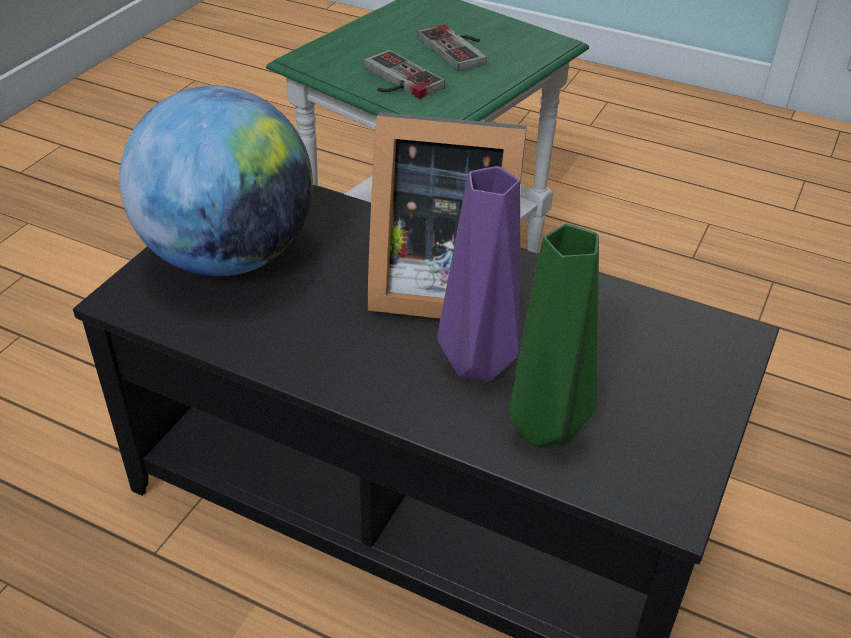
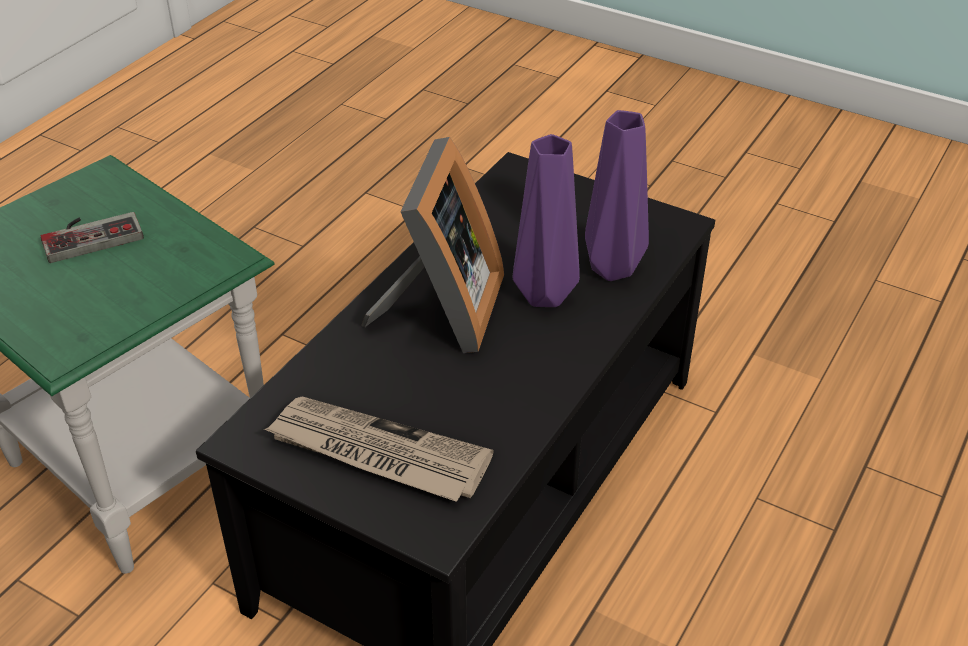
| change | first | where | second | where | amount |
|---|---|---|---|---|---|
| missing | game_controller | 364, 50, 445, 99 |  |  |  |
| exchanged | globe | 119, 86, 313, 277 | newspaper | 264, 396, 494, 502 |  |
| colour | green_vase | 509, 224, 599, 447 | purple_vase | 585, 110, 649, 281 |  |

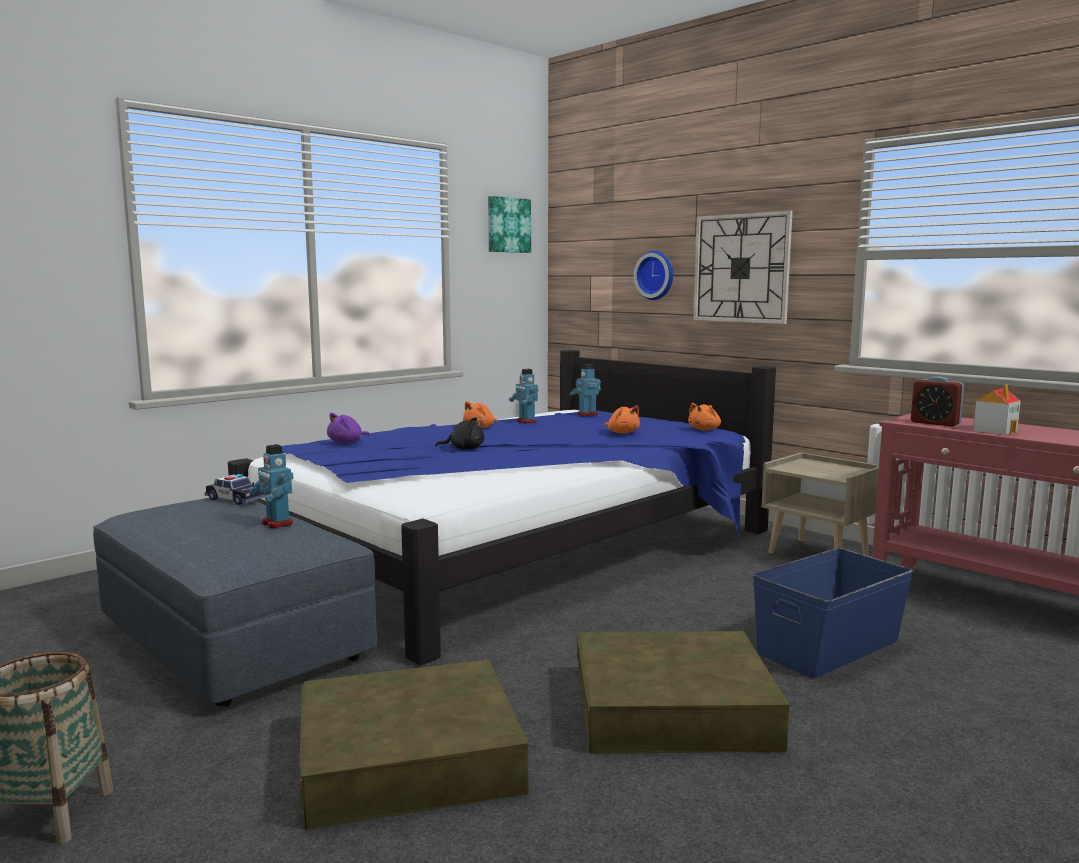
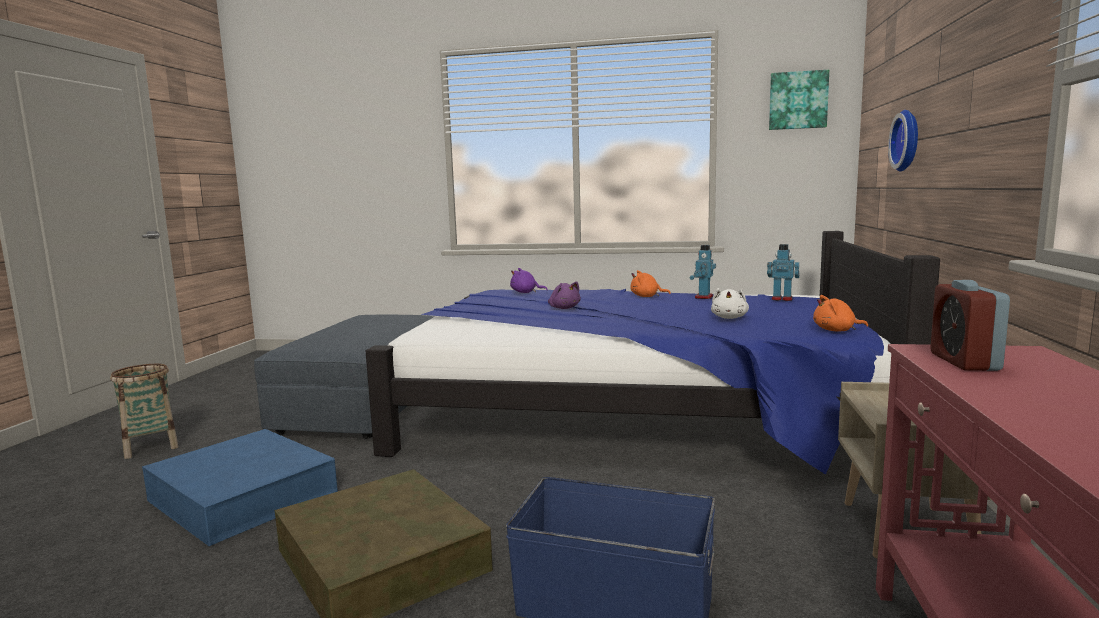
| change | first | where | second | where | amount |
|---|---|---|---|---|---|
| missing | toy_car | 205, 474, 265, 505 |  |  |  |
| missing | toy_robot | 249, 444, 294, 528 |  |  |  |
| missing | wall_clock | 693, 211, 793, 324 |  |  |  |
| missing | toy_house | 973, 384, 1021, 435 |  |  |  |
| colour | brown_storage_box | 299, 659, 529, 830 | blue_storage_box | 142, 429, 338, 546 |  |
| colour | black_plush_toy | 435, 417, 484, 450 | purple_plush_toy | 548, 282, 581, 309 |  |
| colour | orange_plush_toy | 604, 406, 640, 434 | white_plush_toy | 711, 288, 749, 319 |  |

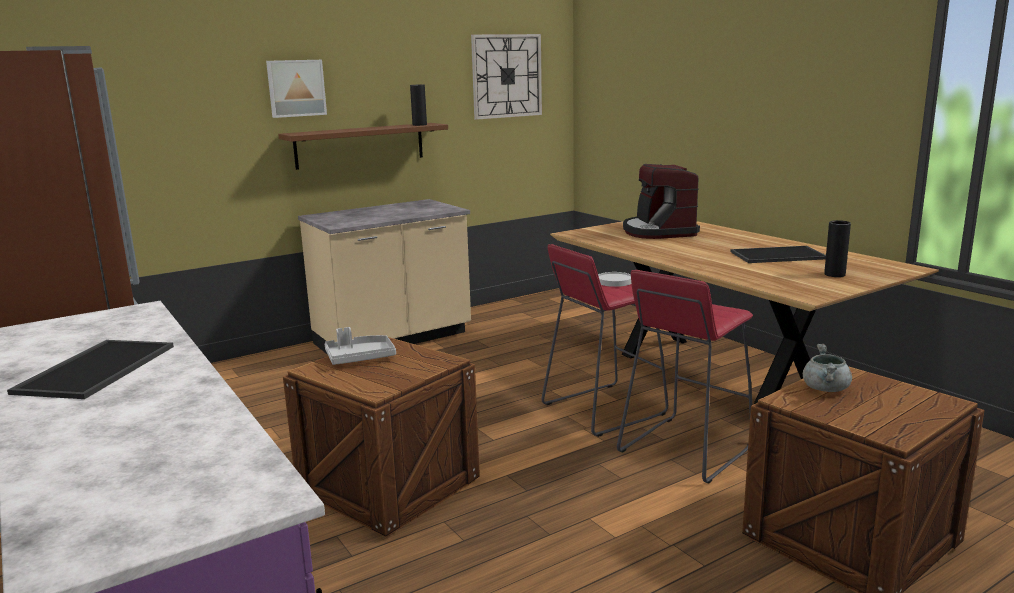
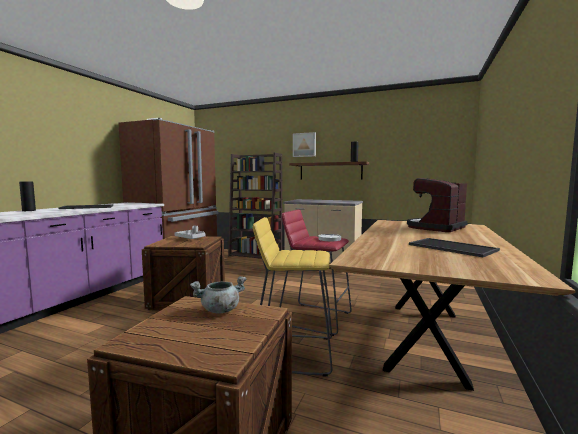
| change | first | where | second | where | amount |
|---|---|---|---|---|---|
| missing | wall_clock | 471, 34, 542, 120 |  |  |  |
| appeared |  |  | brown_bookcase | 228, 153, 282, 259 |  |
| relocated | black_vase | 824, 220, 851, 277 |  | 19, 182, 36, 211 |  |
| colour | red_stool | 617, 270, 753, 484 | yellow_stool | 253, 217, 333, 376 |  |

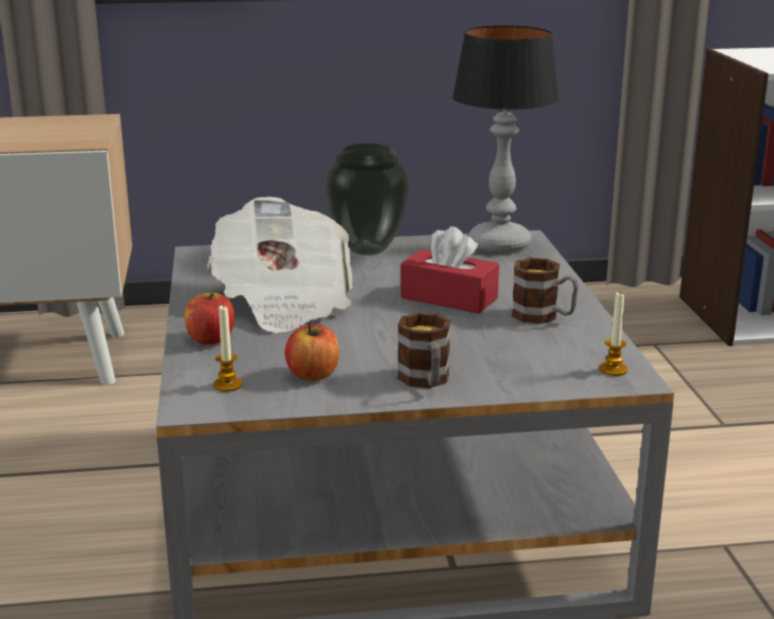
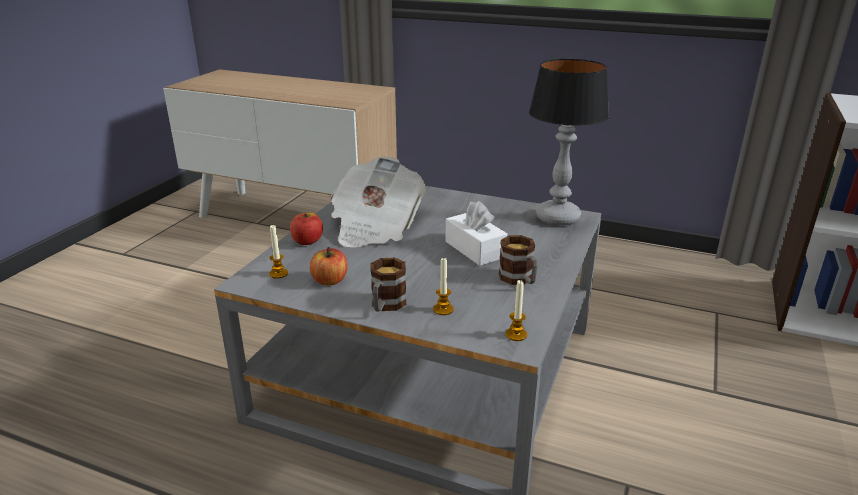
| change | first | where | second | where | amount |
|---|---|---|---|---|---|
| missing | vase | 325, 143, 409, 255 |  |  |  |
| appeared |  |  | candle | 433, 258, 453, 315 |  |
| colour | red_tissue_box | 401, 226, 499, 314 | white_tissue_box | 445, 201, 508, 266 |  |

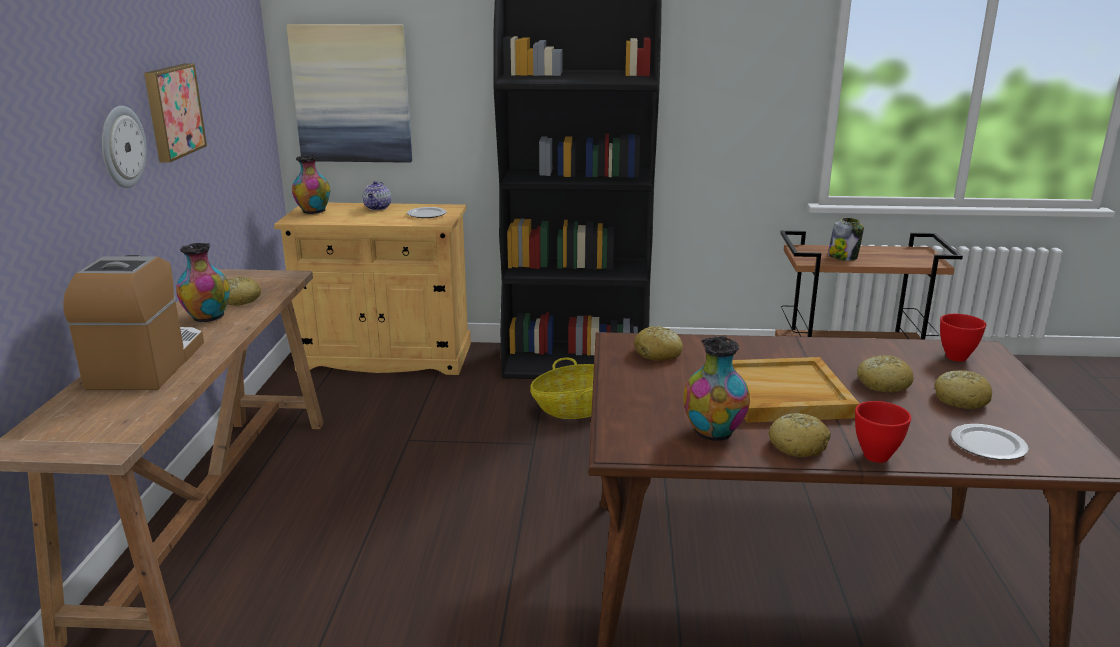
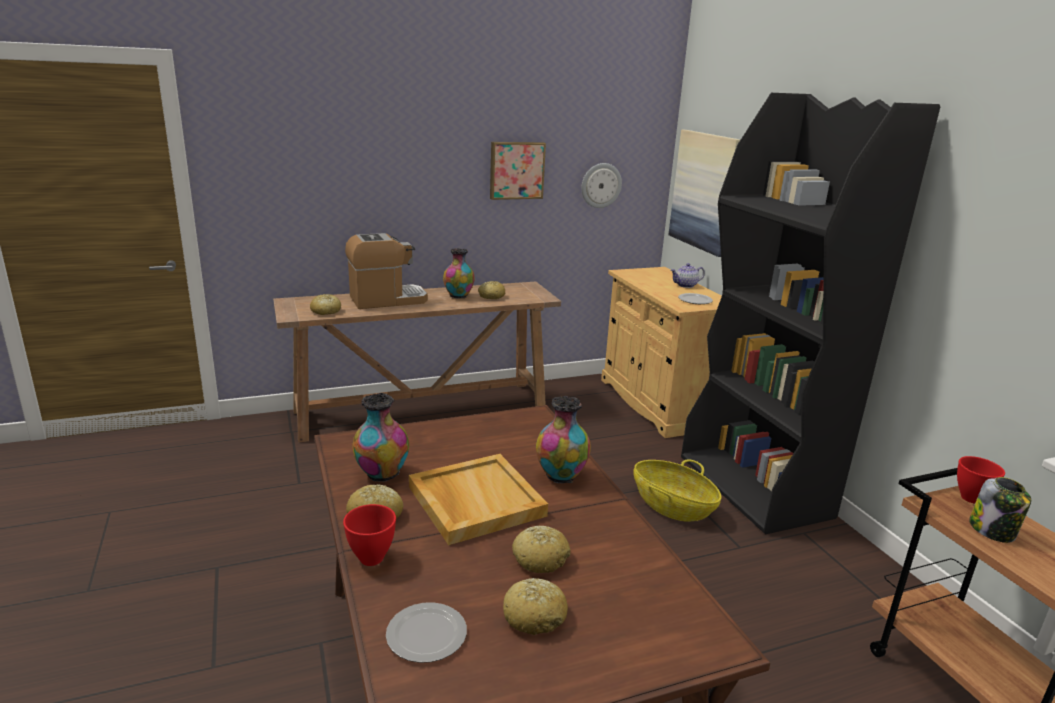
| change | first | where | second | where | amount |
|---|---|---|---|---|---|
| relocated | wall_clock | 102, 106, 147, 188 |  | 581, 163, 622, 208 |  |
| relocated | vase | 292, 155, 330, 214 |  | 536, 396, 591, 484 |  |
| relocated | bread | 633, 326, 683, 361 |  | 310, 294, 341, 315 |  |
| relocated | red_bowl | 940, 314, 986, 362 |  | 957, 456, 1005, 503 |  |

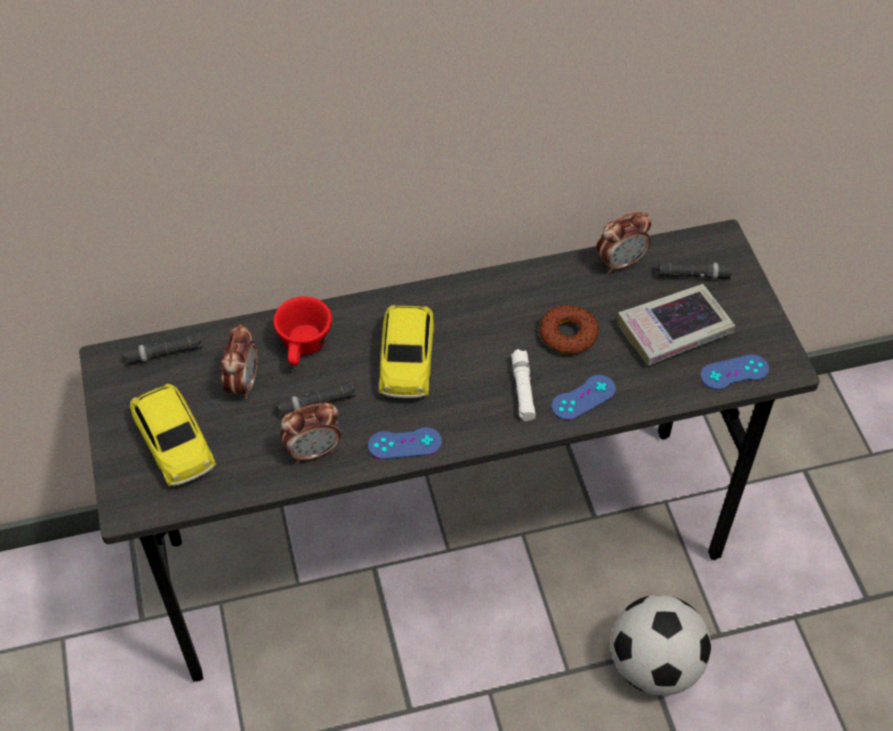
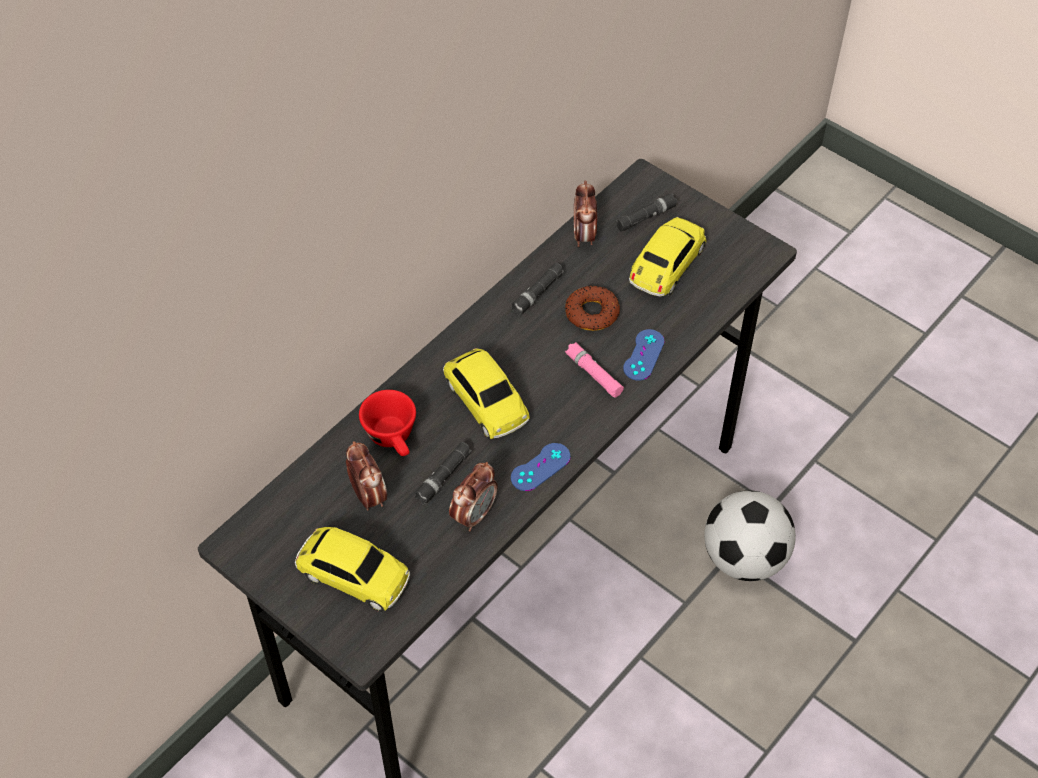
| change | first | where | second | where | amount |
|---|---|---|---|---|---|
| missing | blue_game_controller | 700, 354, 769, 390 |  |  |  |
| relocated | black_flashlight | 123, 333, 202, 365 |  | 511, 263, 564, 315 |  |
| exchanged | book | 617, 284, 735, 366 | toy_car | 629, 217, 707, 296 |  |
| colour | white_flashlight | 511, 349, 536, 421 | pink_flashlight | 565, 342, 624, 398 |  |
| spun | alarm_clock | 596, 211, 651, 273 |  | 574, 180, 597, 247 | 150 degrees clockwise |

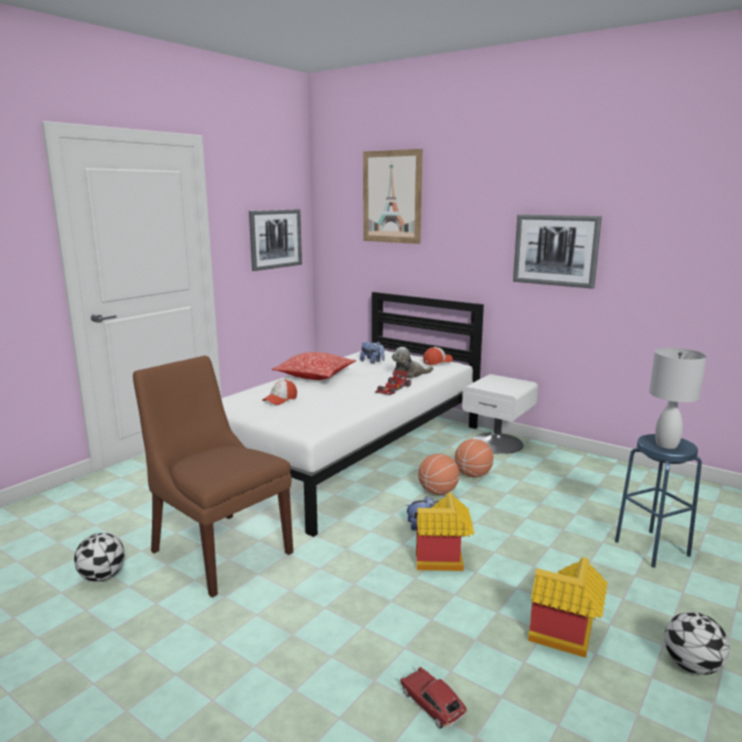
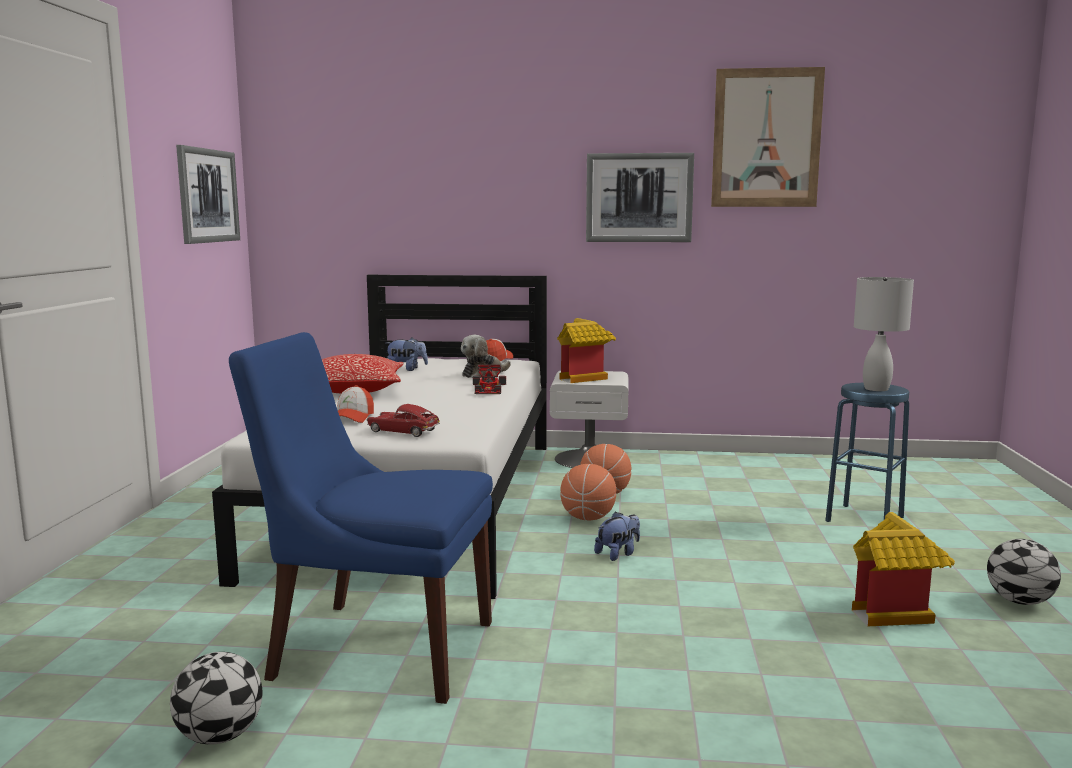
| change | first | where | second | where | amount |
|---|---|---|---|---|---|
| relocated | picture | 363, 149, 423, 244 |  | 711, 67, 825, 207 |  |
| relocated | toy_car | 400, 667, 467, 729 |  | 367, 404, 440, 437 |  |
| relocated | toy_house | 416, 493, 474, 571 |  | 557, 318, 616, 383 |  |
| colour | brown_chair | 133, 356, 293, 598 | blue_chair | 229, 332, 493, 704 |  |

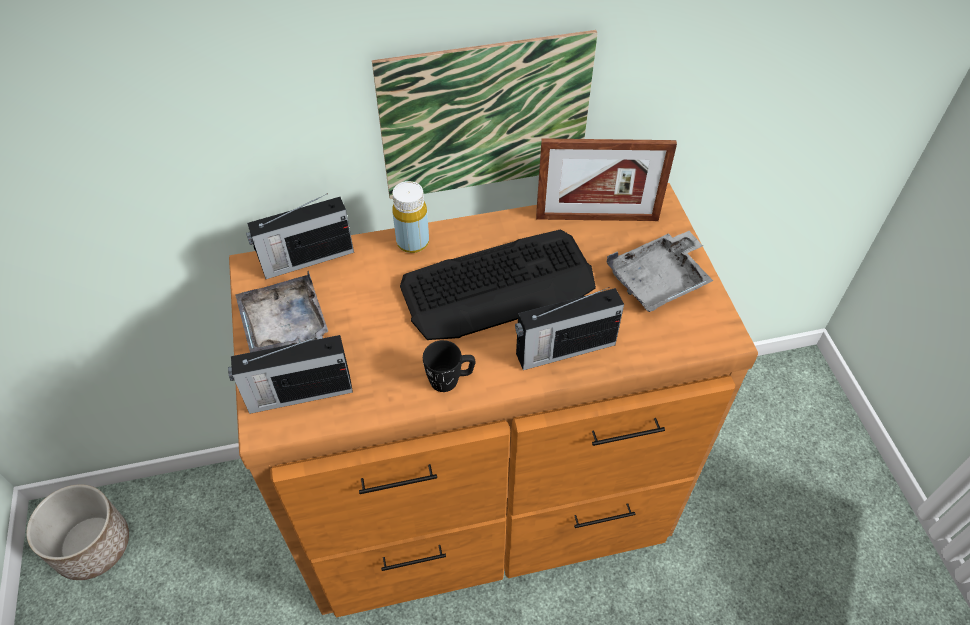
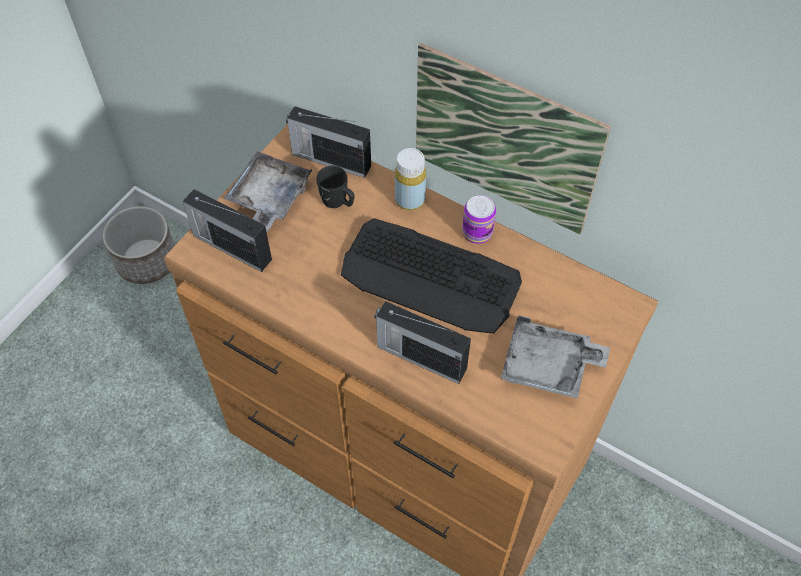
| change | first | where | second | where | amount |
|---|---|---|---|---|---|
| missing | picture_frame | 536, 138, 677, 221 |  |  |  |
| appeared |  |  | can | 462, 195, 496, 244 |  |
| relocated | black_mug | 423, 340, 475, 392 |  | 316, 165, 355, 208 |  |

